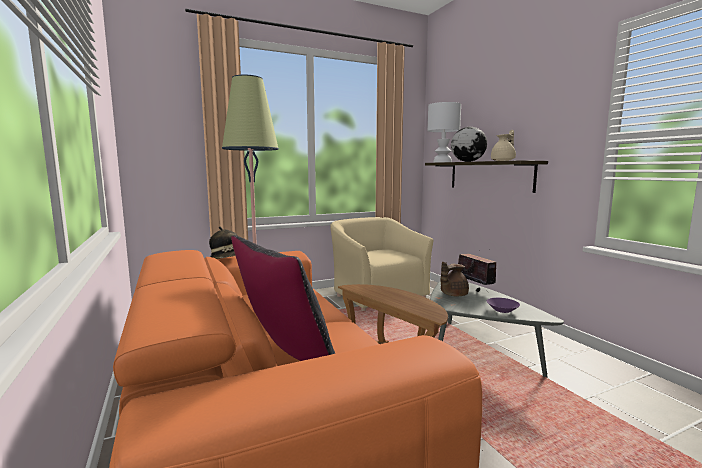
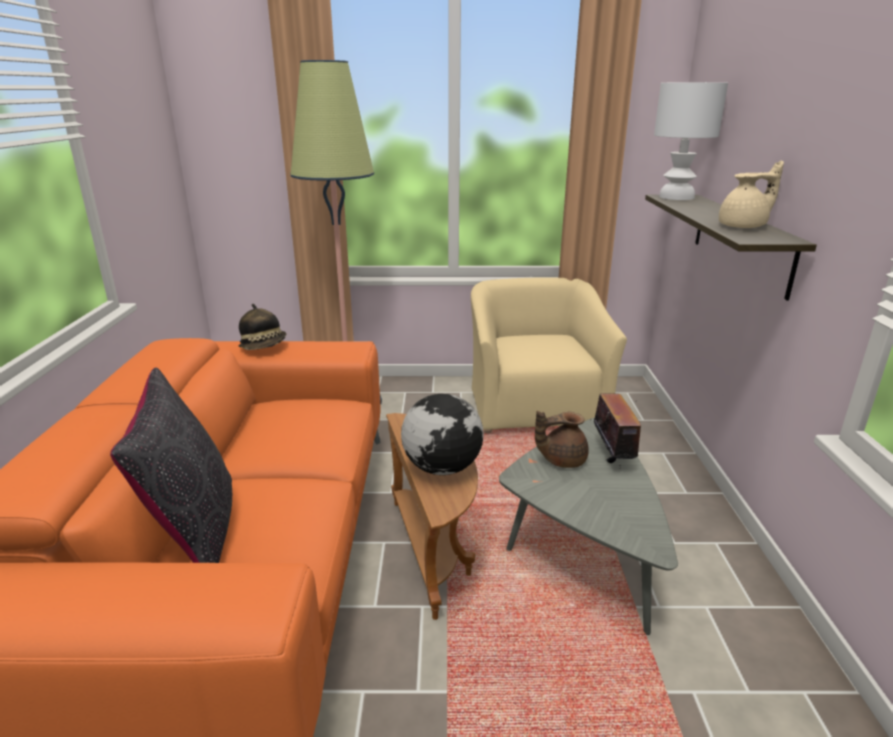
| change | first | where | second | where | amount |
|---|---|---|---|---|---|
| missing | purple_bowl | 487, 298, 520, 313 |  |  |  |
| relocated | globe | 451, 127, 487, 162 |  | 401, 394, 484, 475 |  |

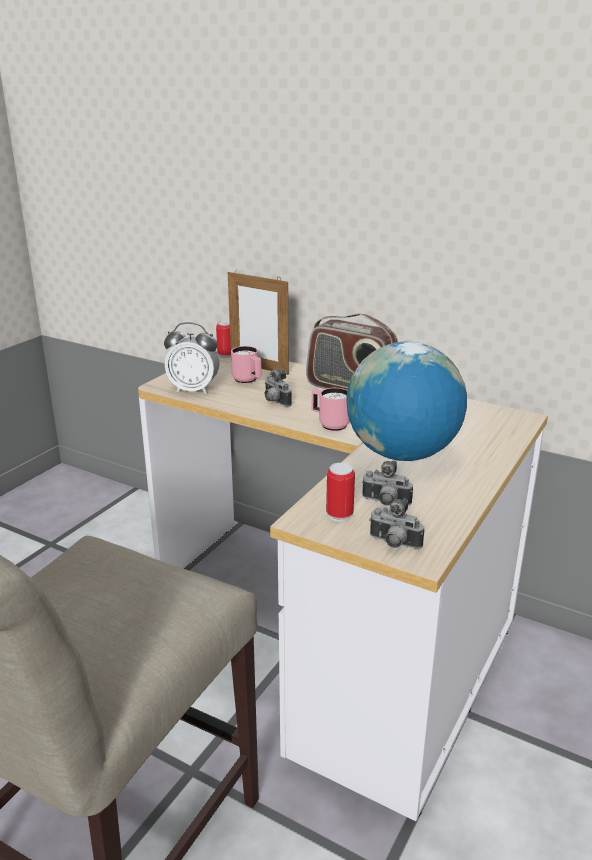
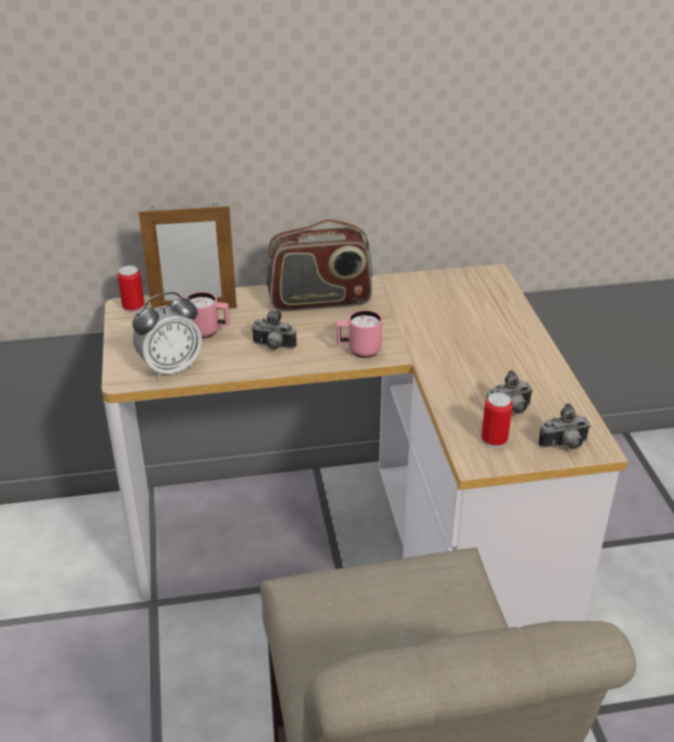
| change | first | where | second | where | amount |
|---|---|---|---|---|---|
| missing | globe | 346, 342, 467, 461 |  |  |  |

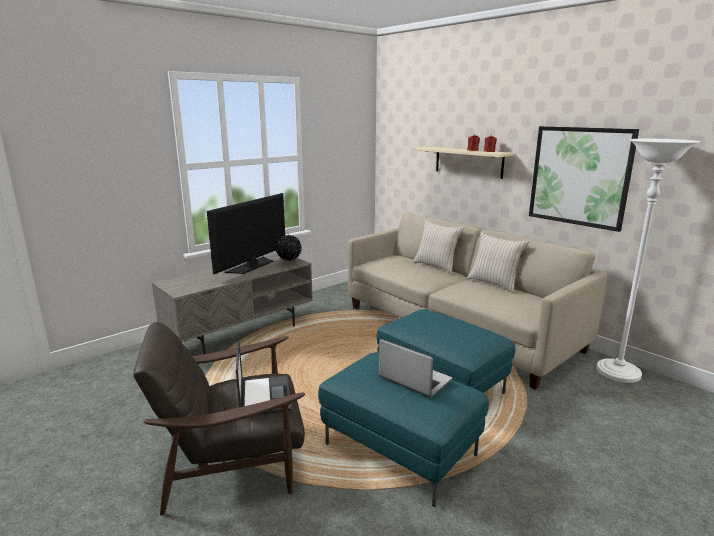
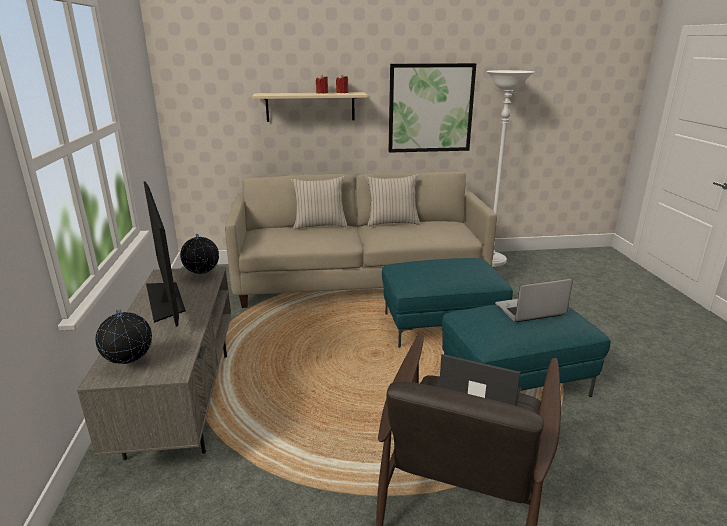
| change | first | where | second | where | amount |
|---|---|---|---|---|---|
| appeared |  |  | globe | 96, 309, 152, 366 |  |

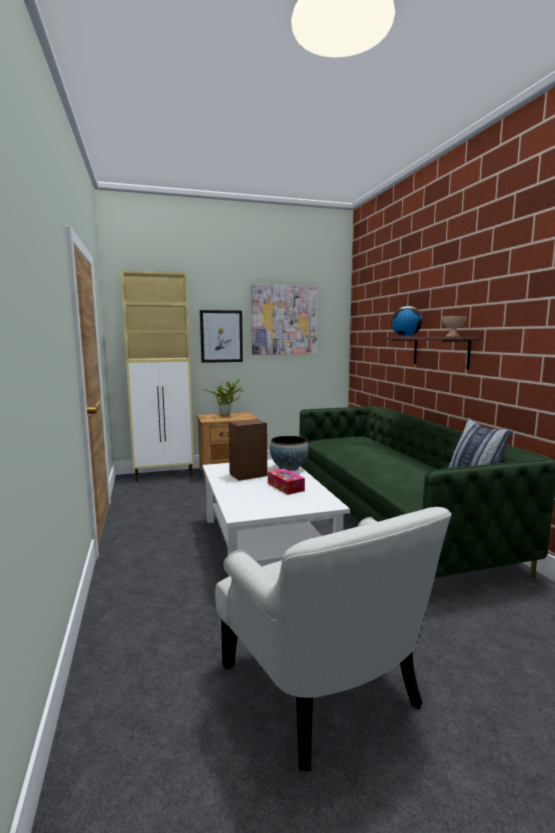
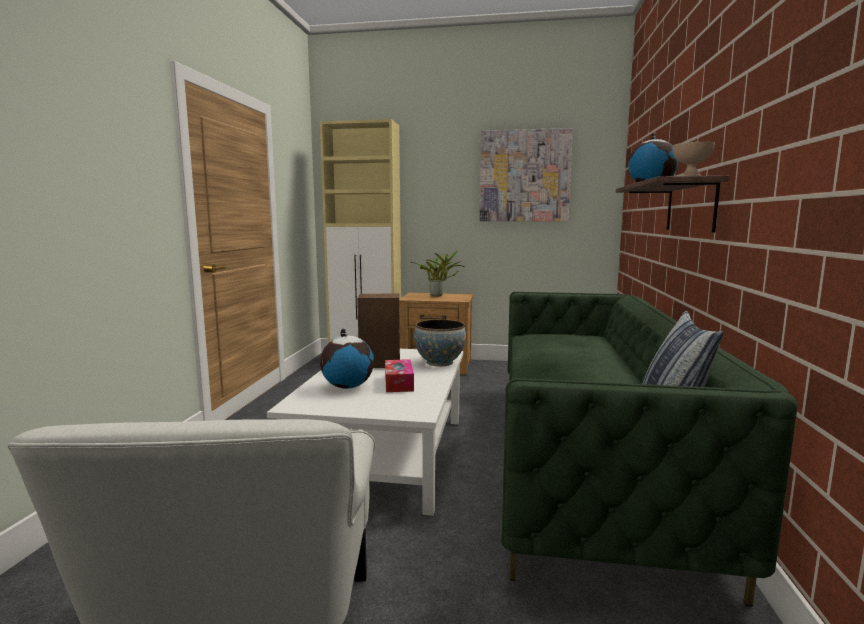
| change | first | where | second | where | amount |
|---|---|---|---|---|---|
| missing | picture | 200, 310, 243, 363 |  |  |  |
| appeared |  |  | globe | 320, 329, 374, 389 |  |

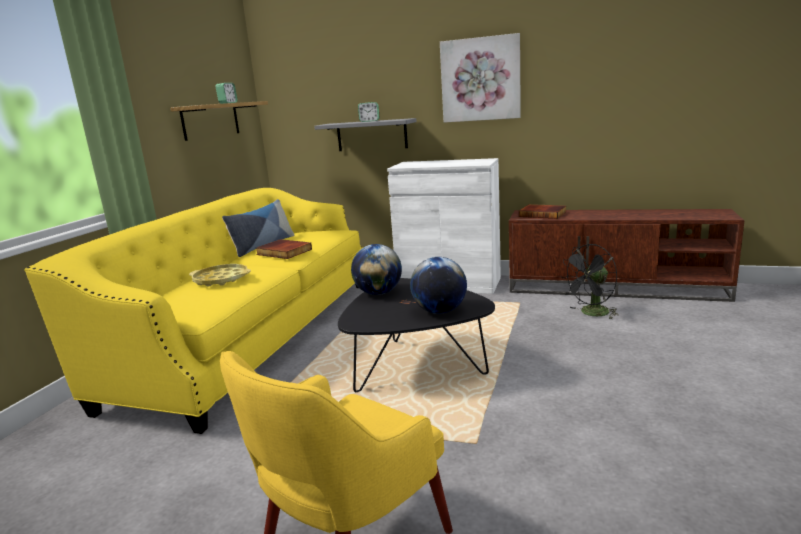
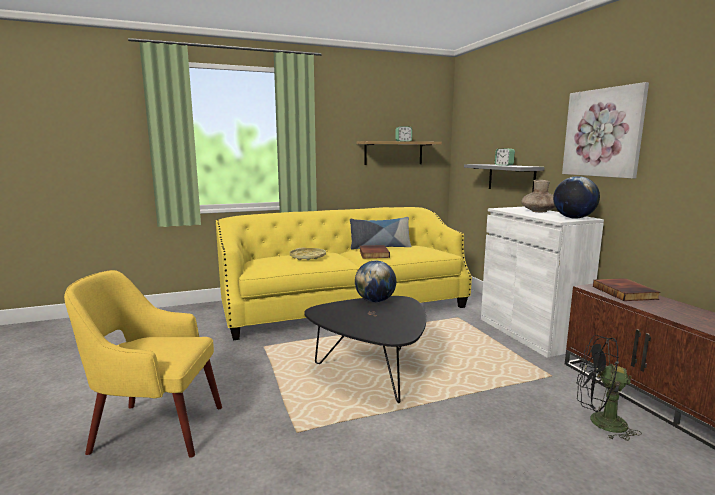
| change | first | where | second | where | amount |
|---|---|---|---|---|---|
| appeared |  |  | brown_vase | 521, 180, 555, 212 |  |
| relocated | globe | 410, 257, 467, 314 |  | 553, 176, 600, 219 |  |

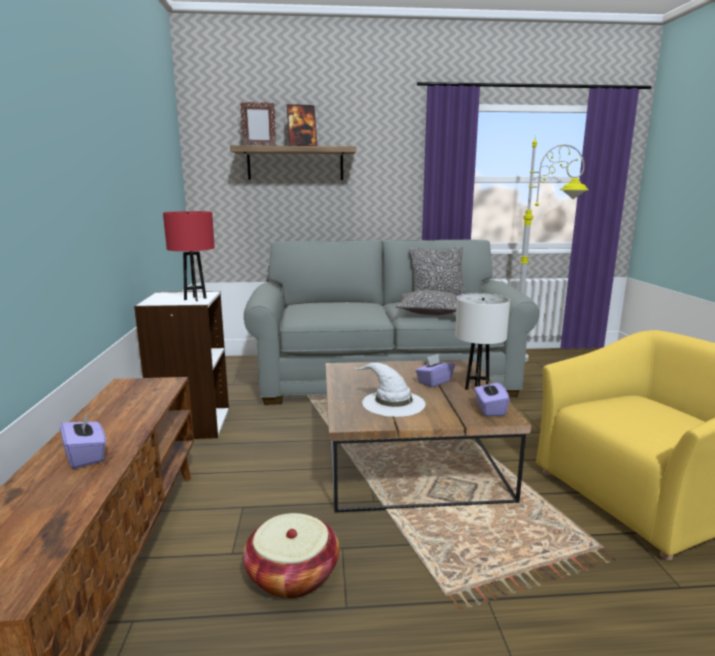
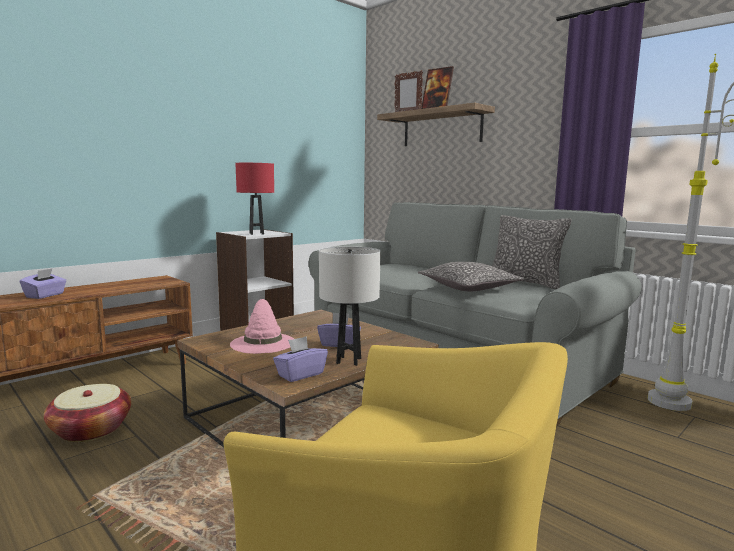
| change | first | where | second | where | amount |
|---|---|---|---|---|---|
| colour | white_hat | 354, 363, 426, 417 | pink_hat | 230, 299, 294, 354 |  |

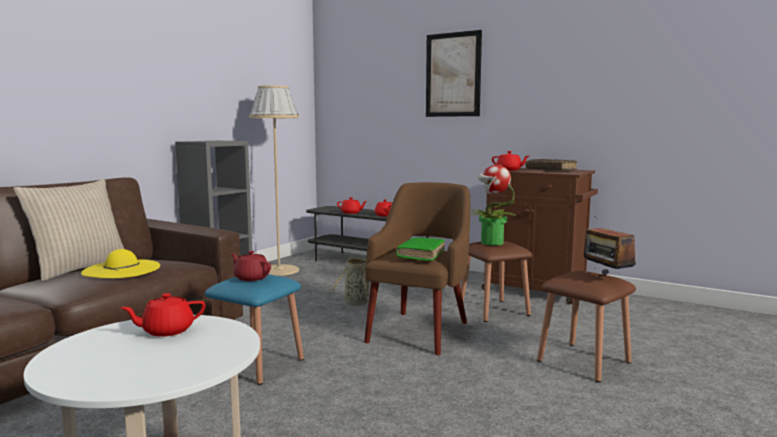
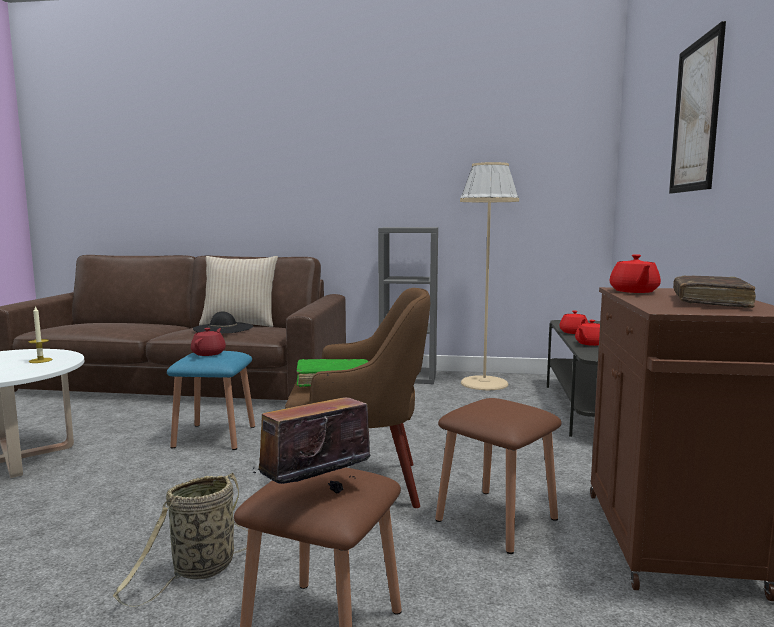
| change | first | where | second | where | amount |
|---|---|---|---|---|---|
| missing | potted_plant | 470, 165, 517, 245 |  |  |  |
| relocated | basket | 331, 257, 378, 311 |  | 113, 473, 248, 607 |  |
| exchanged | red_teapot | 120, 293, 205, 337 | candle | 29, 306, 53, 363 |  |
| colour | yellow_hat | 81, 249, 160, 278 | black_hat | 193, 311, 253, 334 |  |

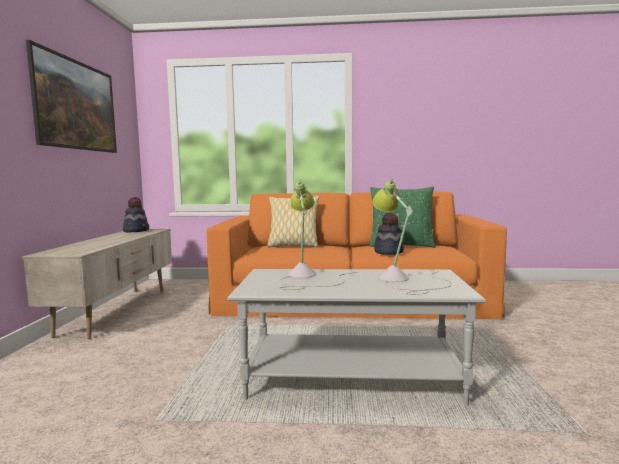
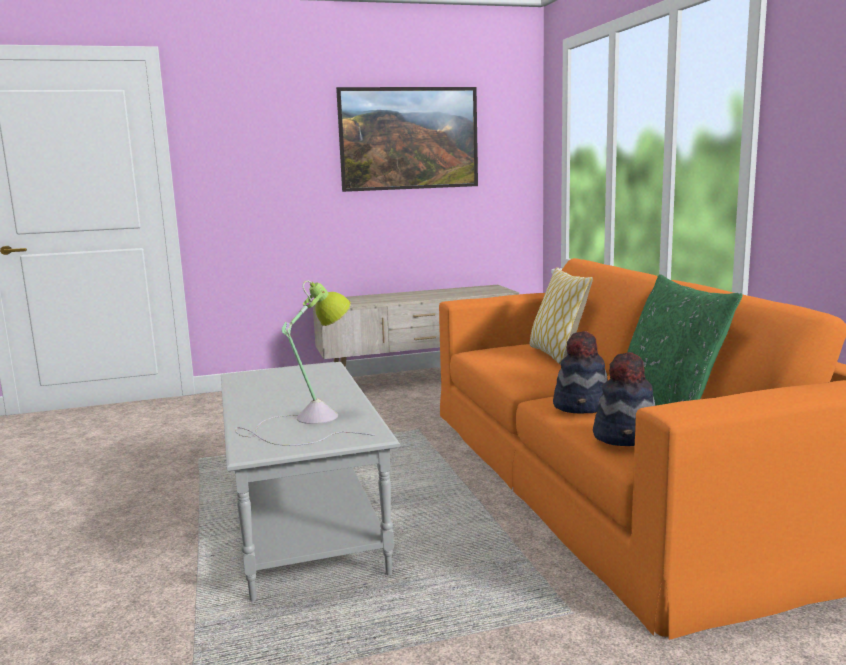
| change | first | where | second | where | amount |
|---|---|---|---|---|---|
| missing | table_lamp | 280, 180, 358, 290 |  |  |  |
| relocated | hat | 123, 197, 149, 233 |  | 593, 352, 655, 446 |  |

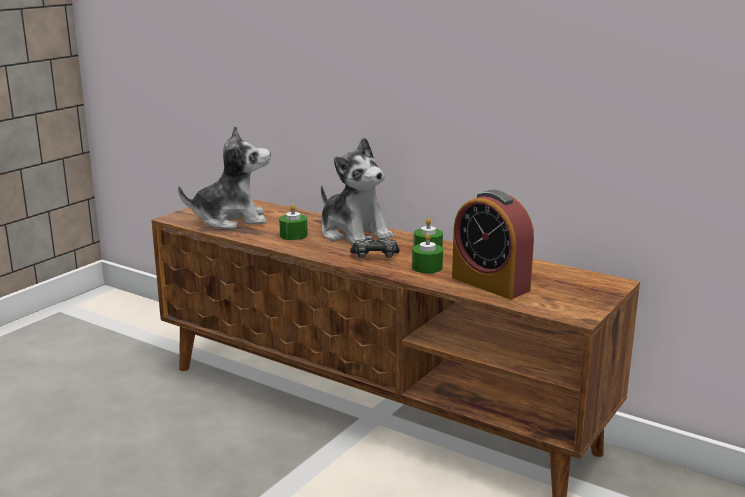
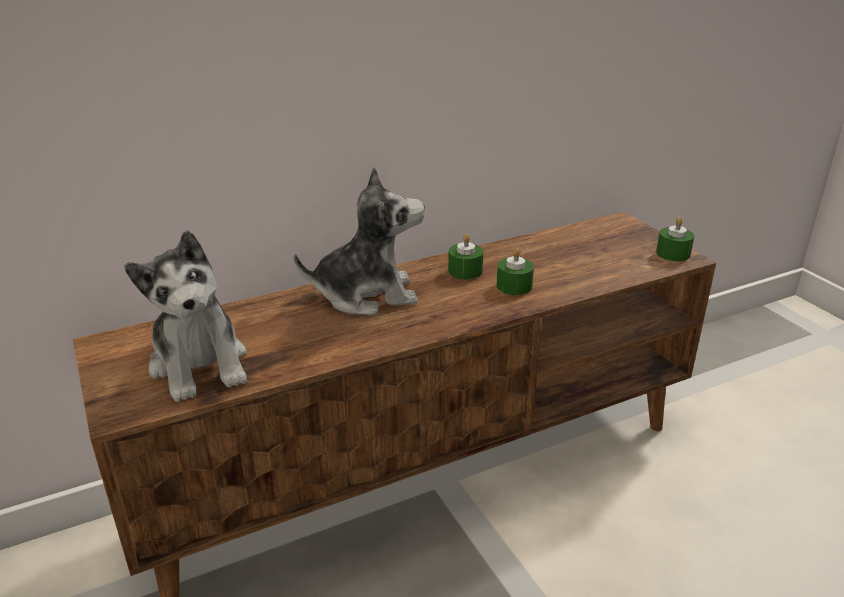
| change | first | where | second | where | amount |
|---|---|---|---|---|---|
| missing | game_controller | 350, 235, 400, 258 |  |  |  |
| missing | alarm_clock | 452, 190, 534, 299 |  |  |  |
| relocated | green_candle | 279, 204, 308, 240 |  | 656, 217, 694, 261 |  |
| spun | plush_toy | 178, 125, 271, 229 |  | 124, 230, 247, 402 | 135 degrees clockwise |

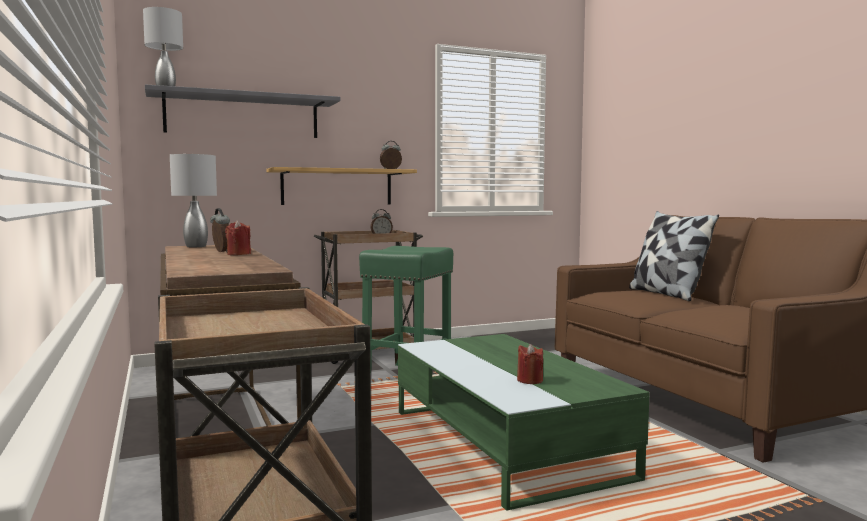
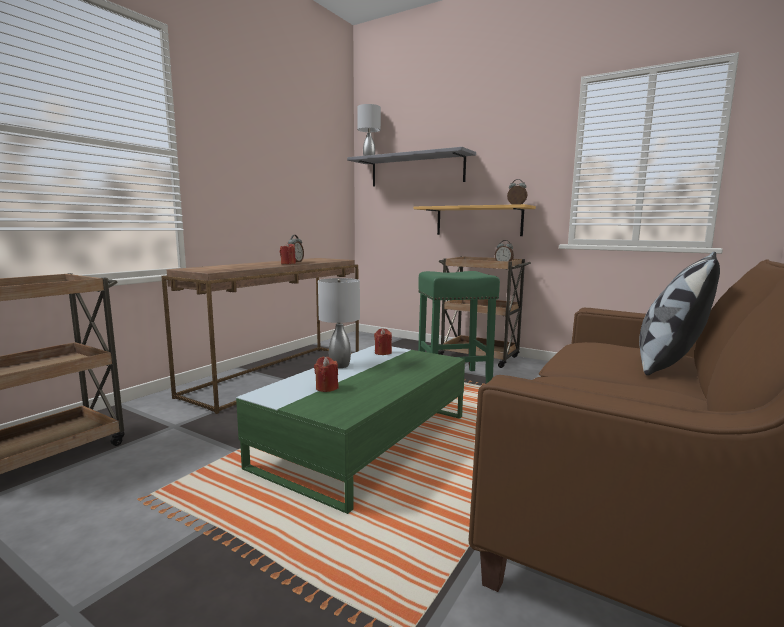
| change | first | where | second | where | amount |
|---|---|---|---|---|---|
| appeared |  |  | red_candle | 374, 328, 392, 355 |  |
| relocated | grey_table_lamp | 170, 154, 217, 247 |  | 318, 278, 360, 368 |  |

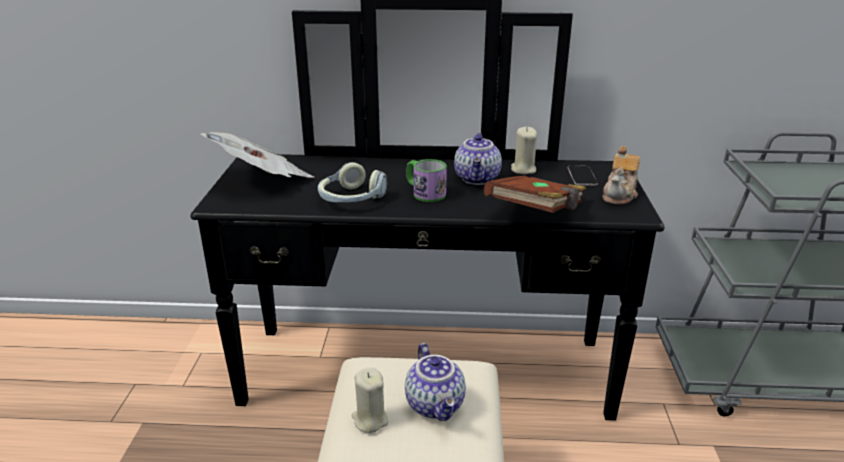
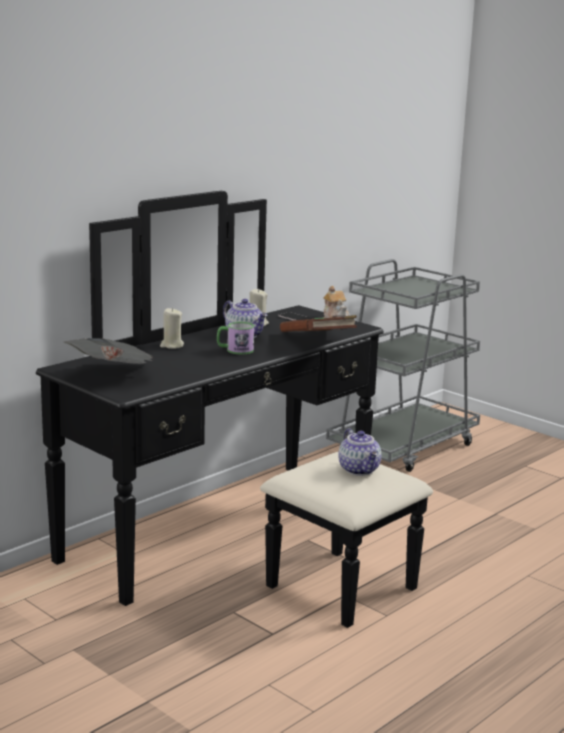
| change | first | where | second | where | amount |
|---|---|---|---|---|---|
| missing | headphones | 318, 162, 387, 202 |  |  |  |
| relocated | beige_candle | 351, 367, 388, 433 |  | 160, 308, 184, 349 |  |
| spun | teapot | 405, 343, 466, 421 |  | 338, 429, 381, 476 | 45 degrees clockwise |

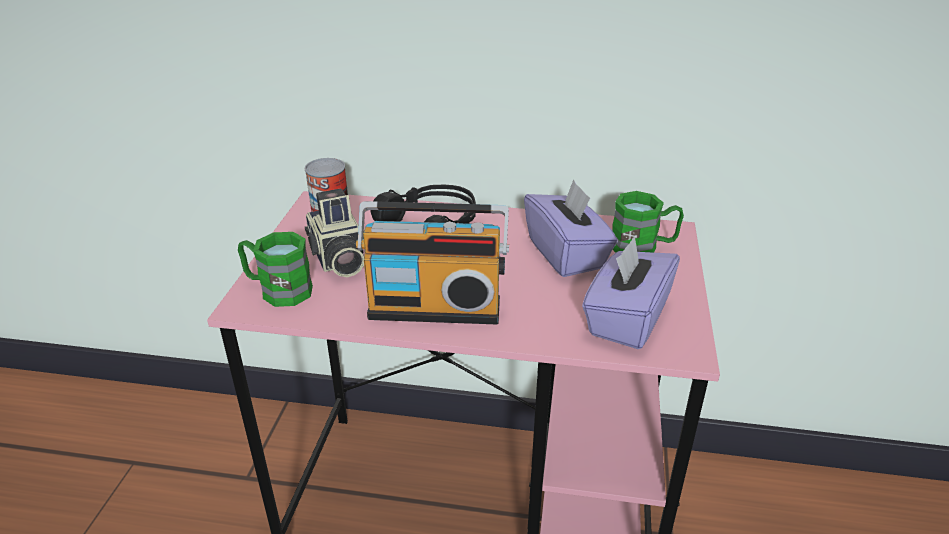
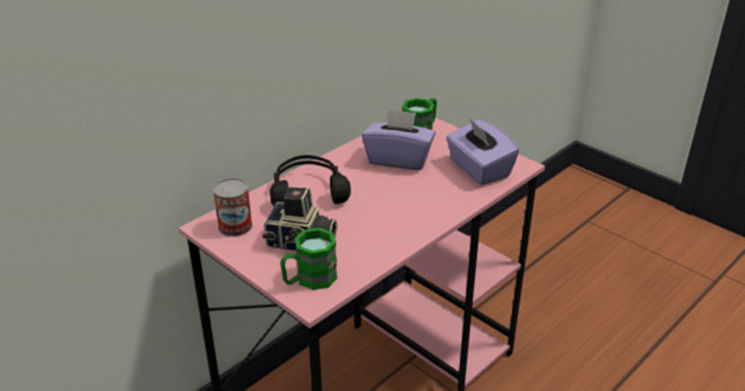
| change | first | where | second | where | amount |
|---|---|---|---|---|---|
| missing | radio | 356, 201, 509, 325 |  |  |  |

